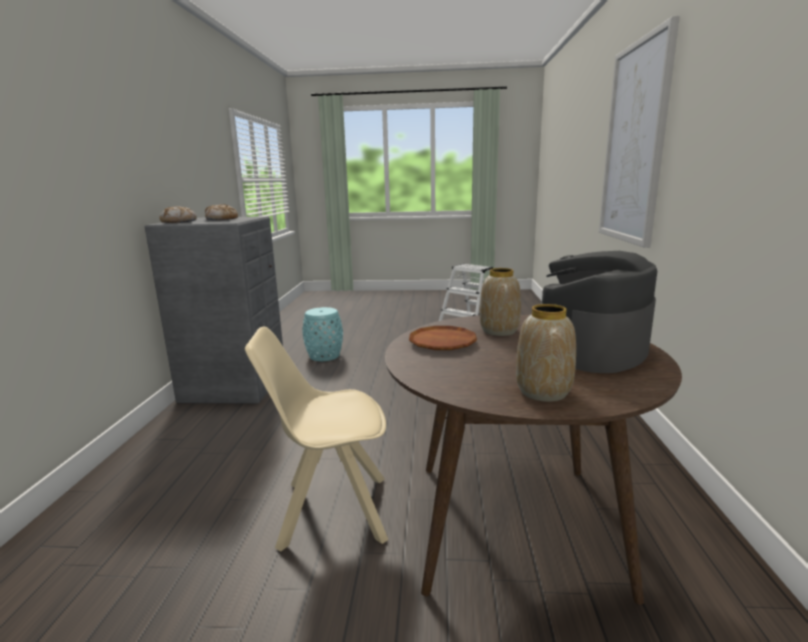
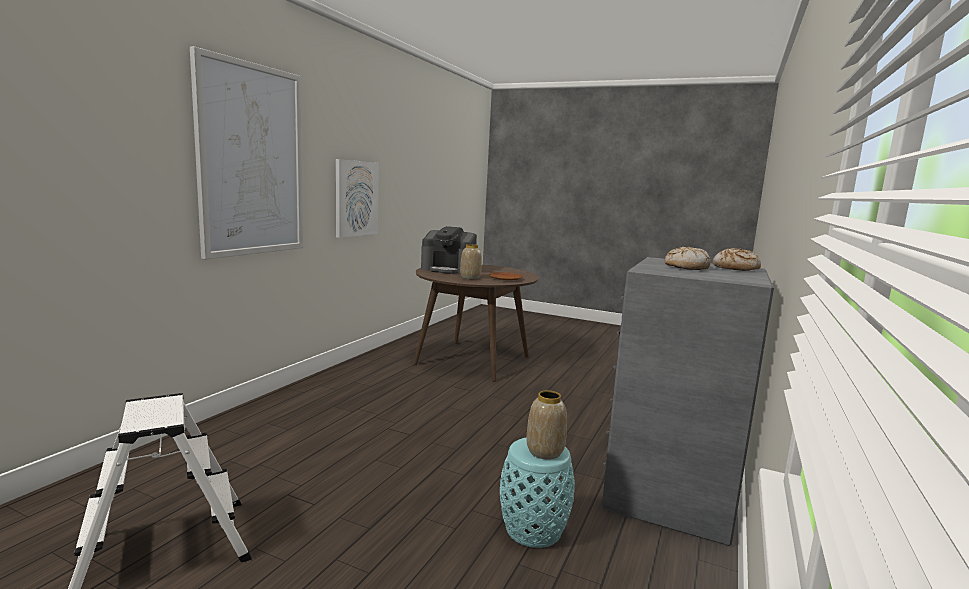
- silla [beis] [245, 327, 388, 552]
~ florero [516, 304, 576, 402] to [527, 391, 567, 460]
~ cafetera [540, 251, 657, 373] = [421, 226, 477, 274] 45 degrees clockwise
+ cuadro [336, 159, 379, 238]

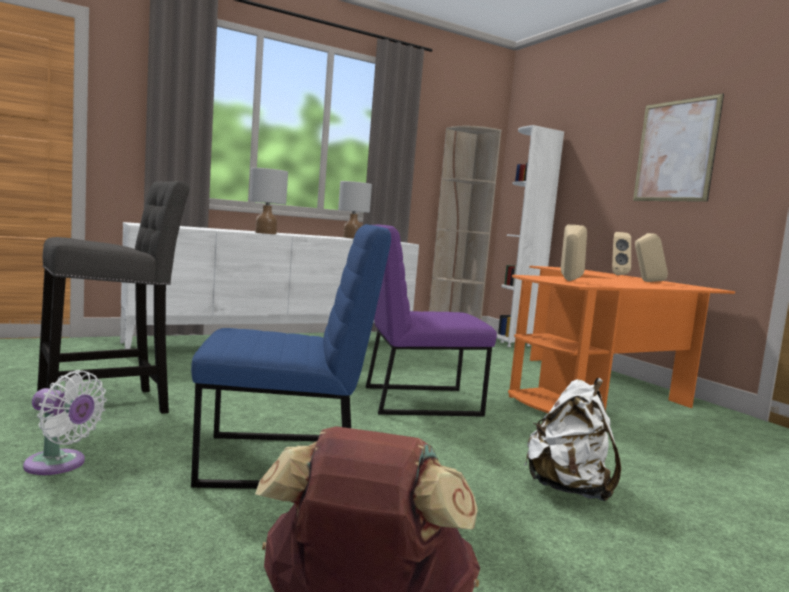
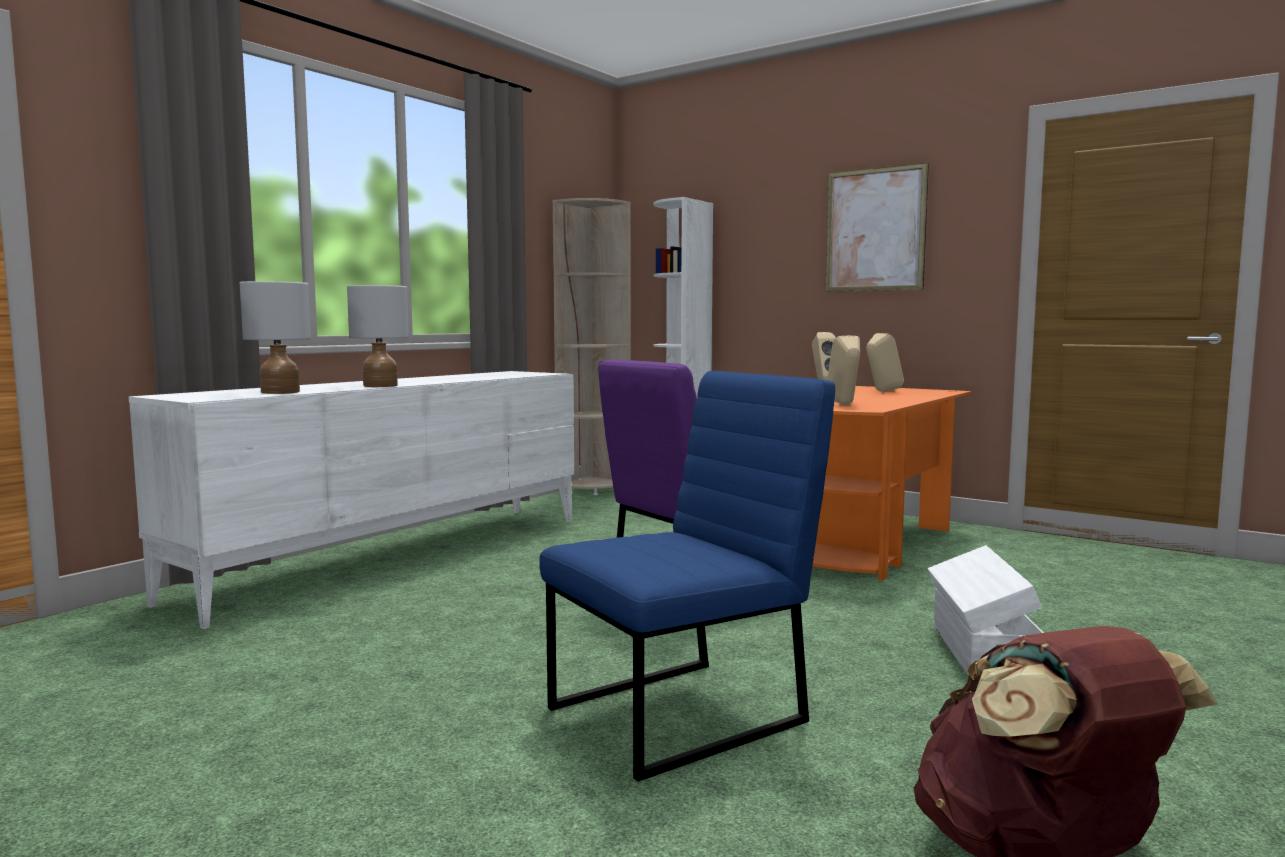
- ventilador [blanco] [23, 370, 107, 475]
- taburete [gris] [37, 181, 189, 421]
~ lámpara de mesa [gris] [338, 181, 372, 239] to [240, 281, 311, 394]
~ mochila [blanco] [524, 378, 621, 501] to caja de almacenaje [blanco] [928, 545, 1043, 676]

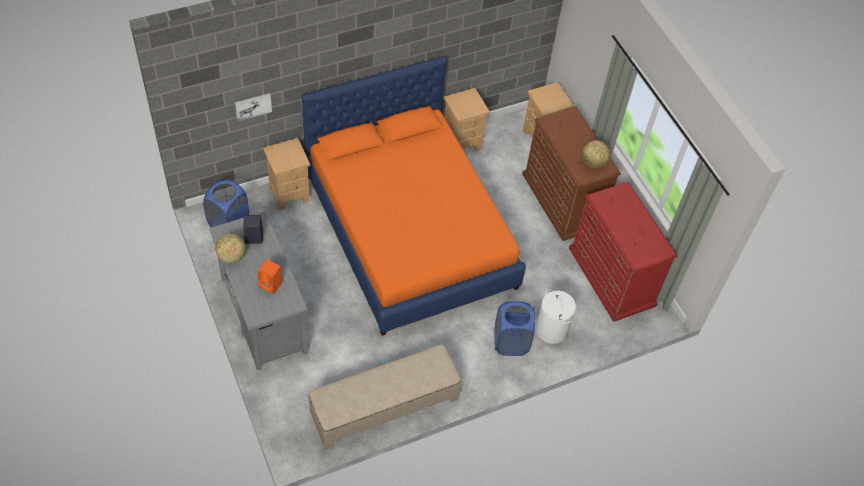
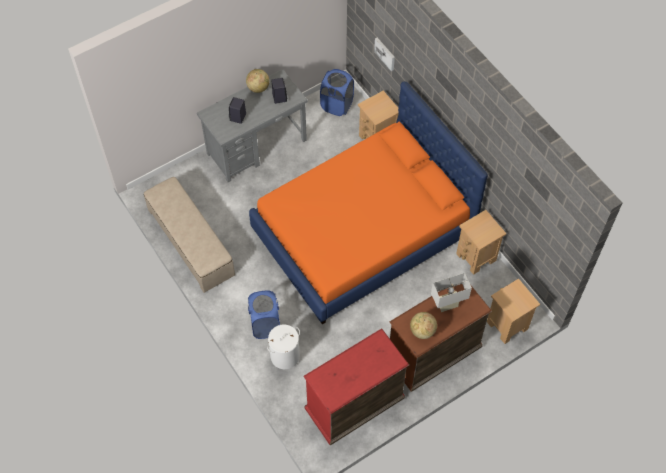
~ altavoz [naranja] [258, 259, 282, 294] to altavoz [negro] [229, 97, 246, 124]
+ lámpara de mesa [blanco] [431, 273, 472, 312]

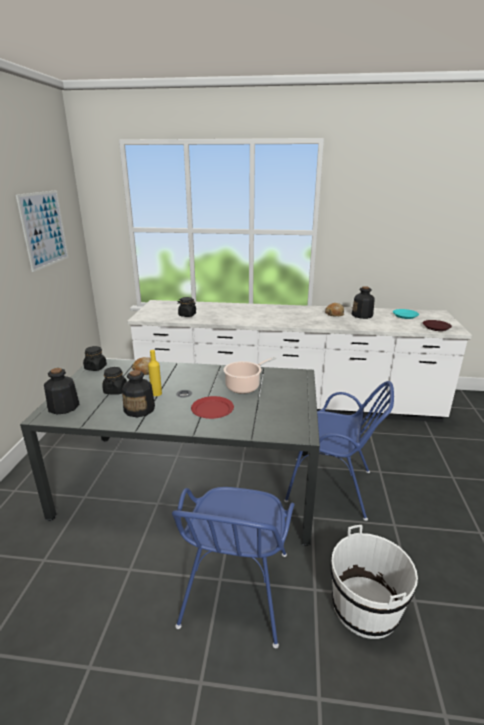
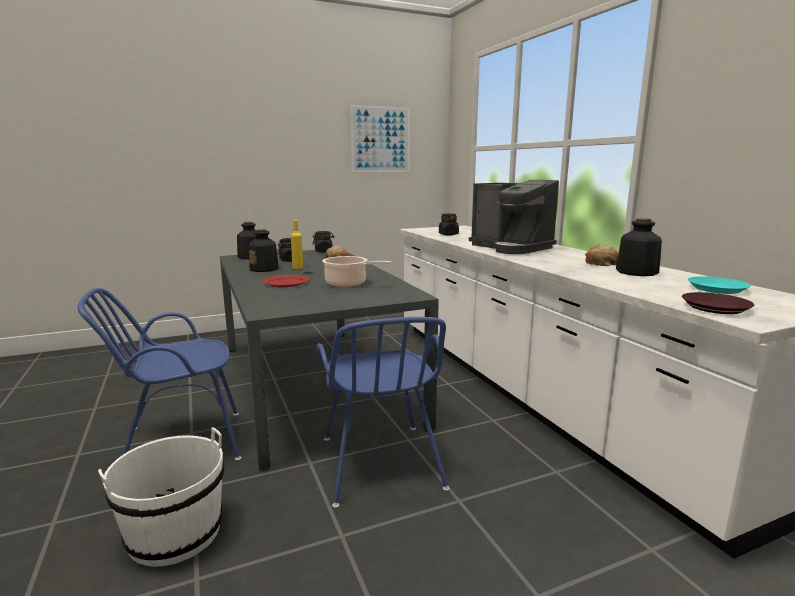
+ cafetera [469, 180, 559, 254]

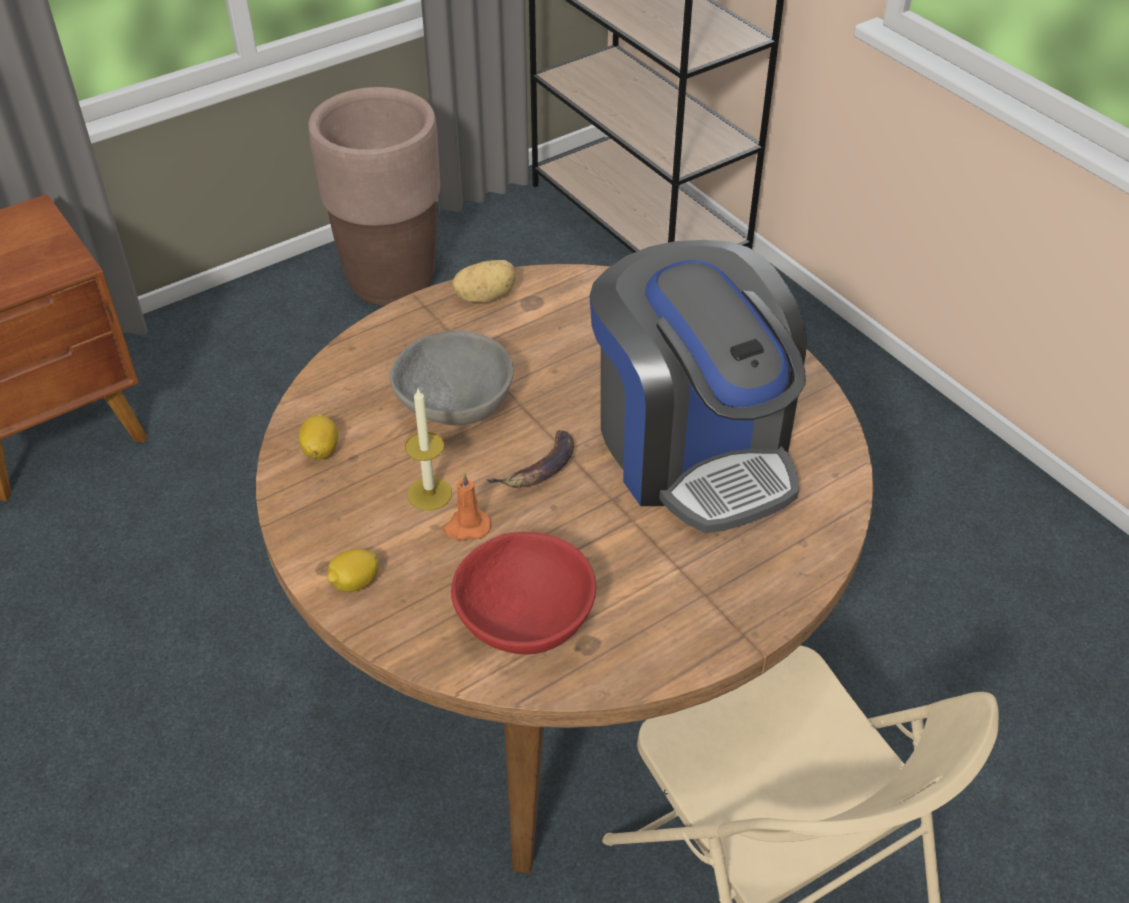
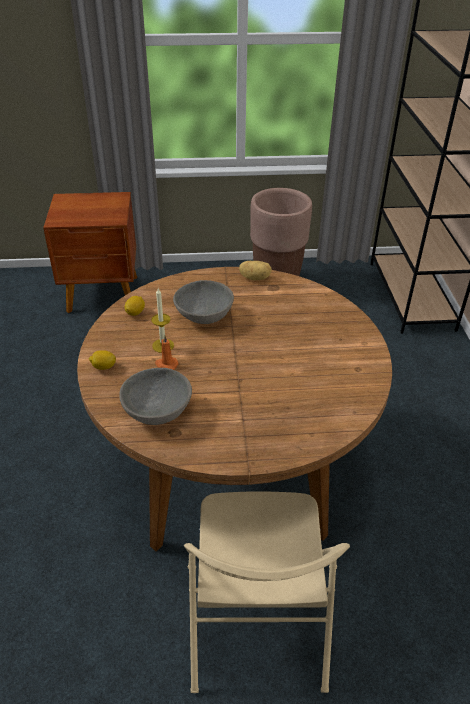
~ cuenco [rojo] [451, 532, 596, 655] to cuenco [gris] [119, 368, 192, 425]
- plátano [487, 430, 574, 488]
- cafetera [589, 240, 807, 533]

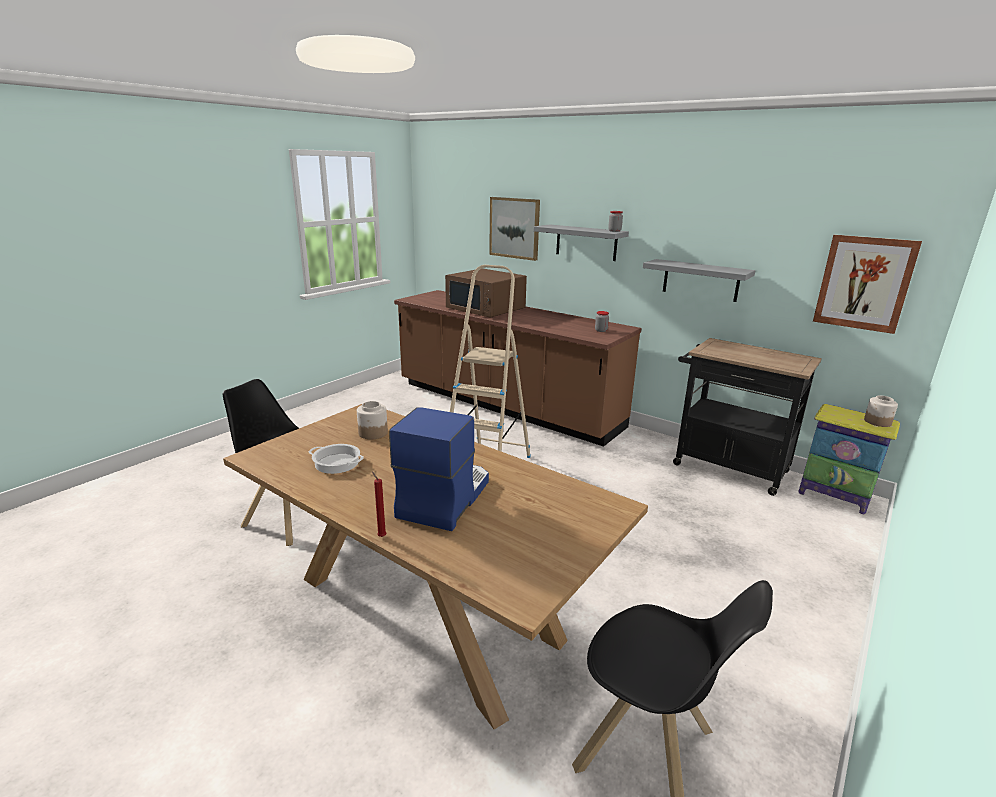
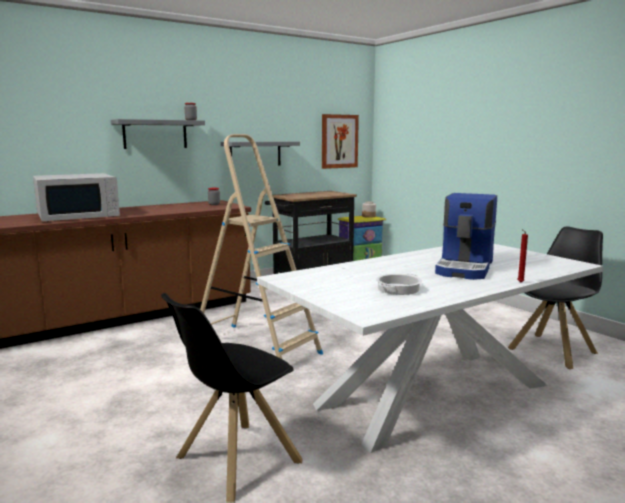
~ mesa de comedor [marrón] [223, 404, 648, 729] to mesa de comedor [blanco] [257, 244, 604, 453]
- tarro [357, 401, 388, 439]
~ cafetera [389, 407, 489, 531] = [435, 193, 497, 280] 105 degrees counterclockwise
~ microondas [marrón] [445, 268, 527, 318] to microondas [blanco] [33, 173, 120, 222]
- cuadro [489, 197, 540, 261]

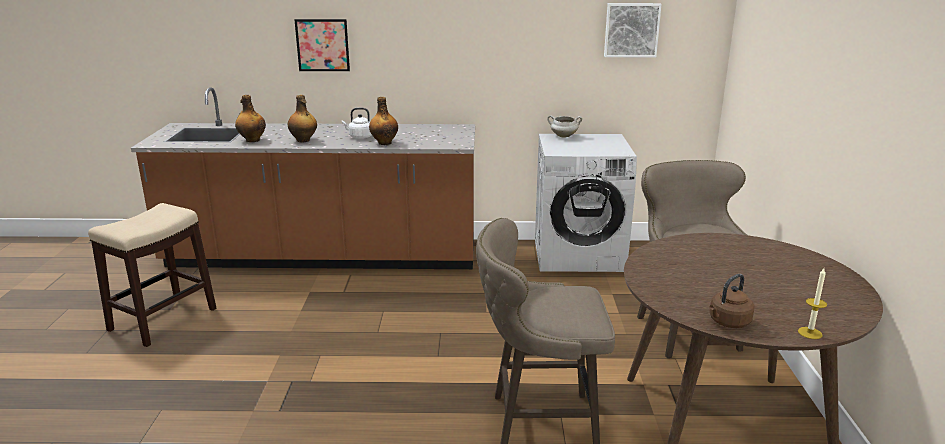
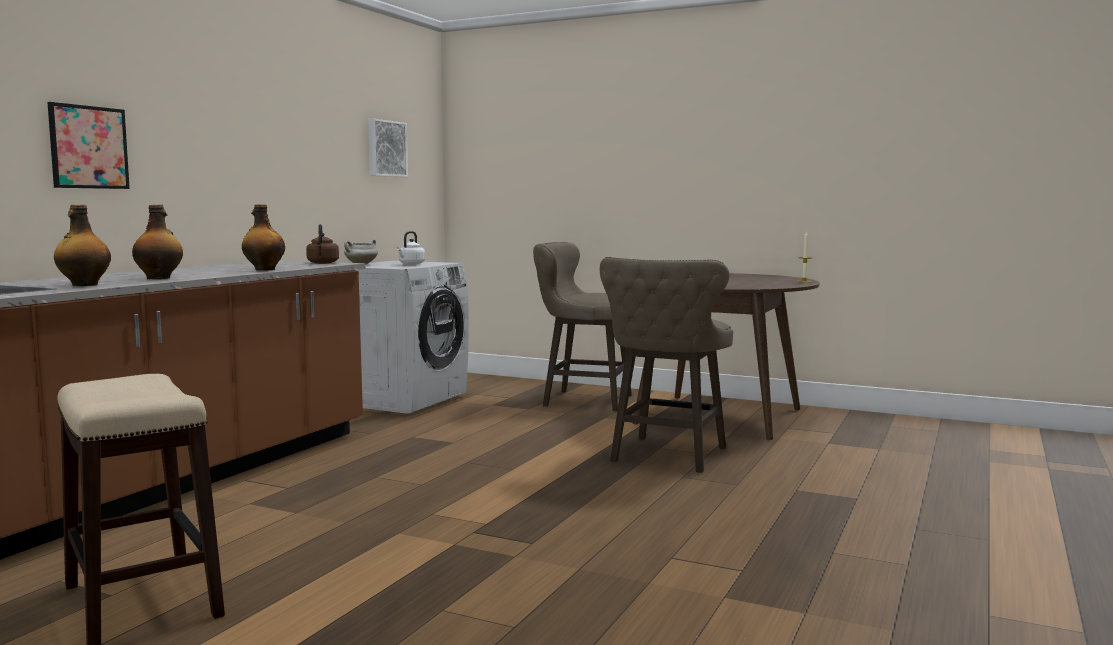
~ hervidor [blanco] [342, 108, 372, 139] to [397, 231, 425, 265]
~ hervidor [marrón] [709, 274, 755, 328] to [306, 224, 339, 264]

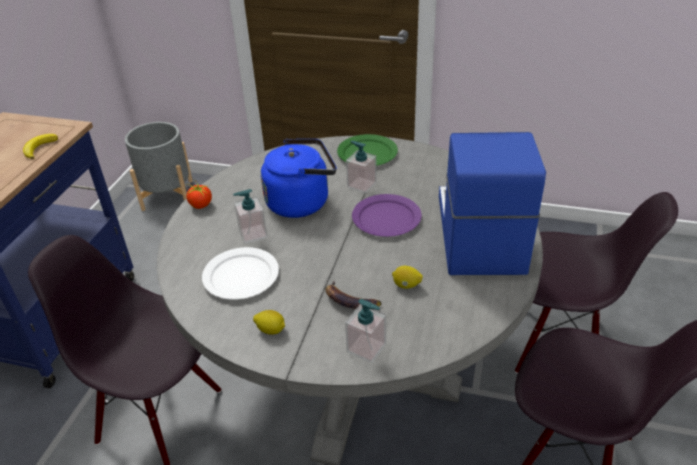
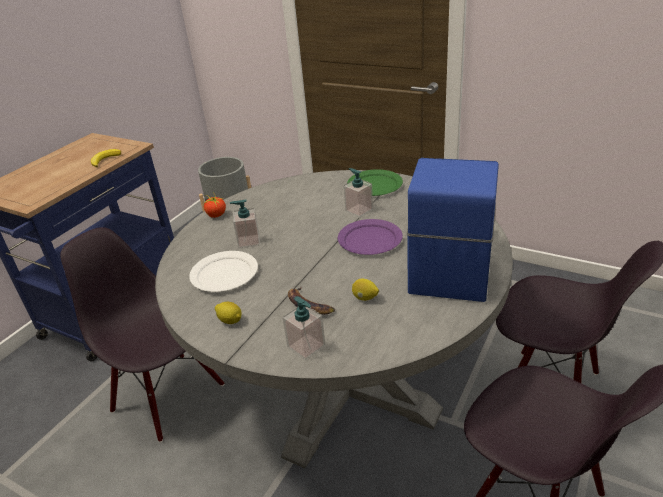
- hervidor [azul] [261, 139, 337, 218]

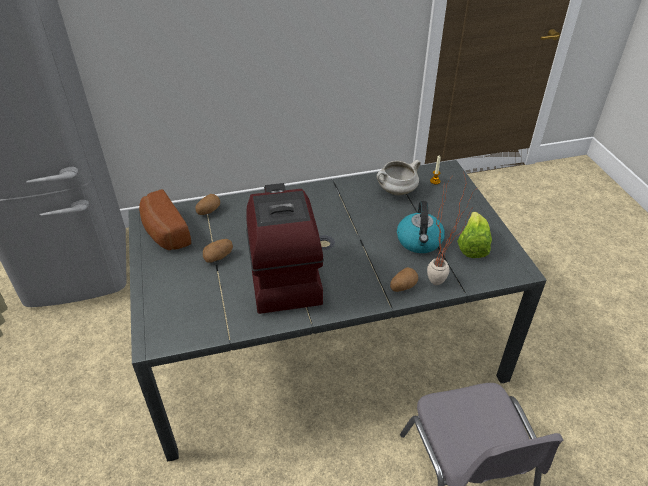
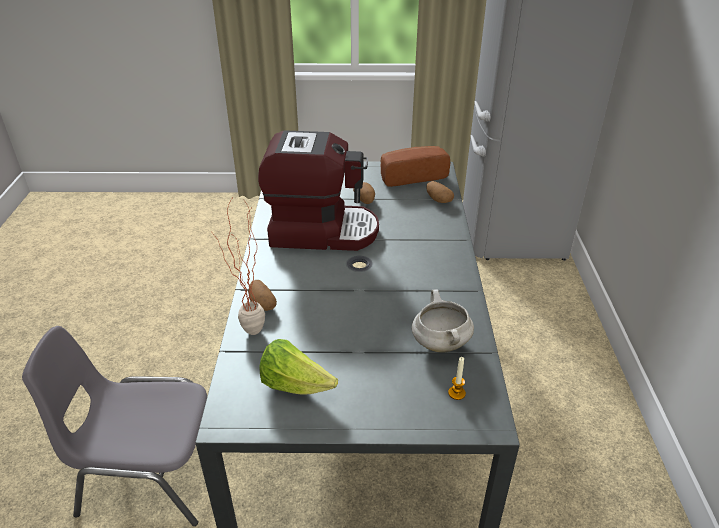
- hervidor [397, 201, 445, 253]

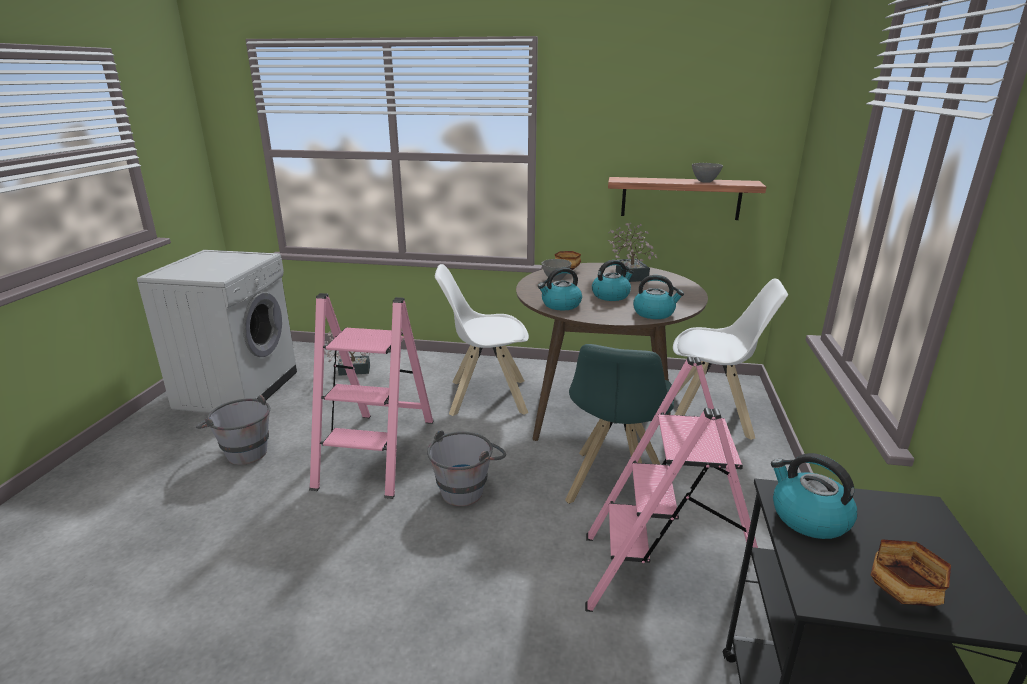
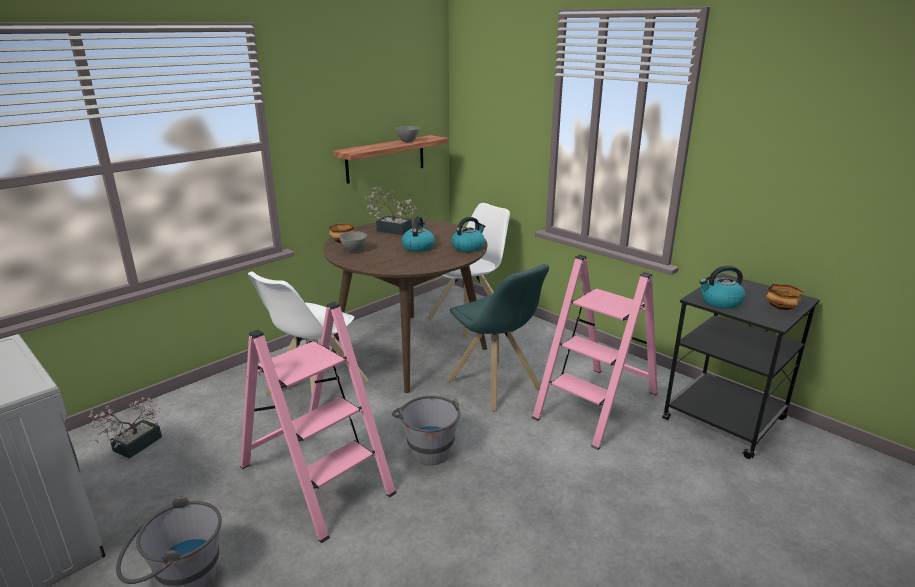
- hervidor [538, 268, 582, 310]

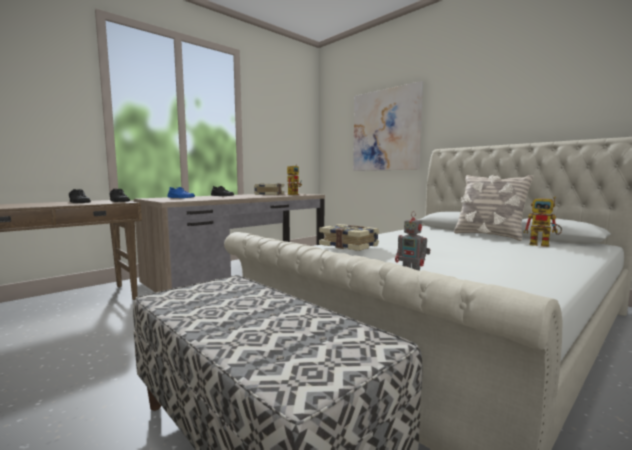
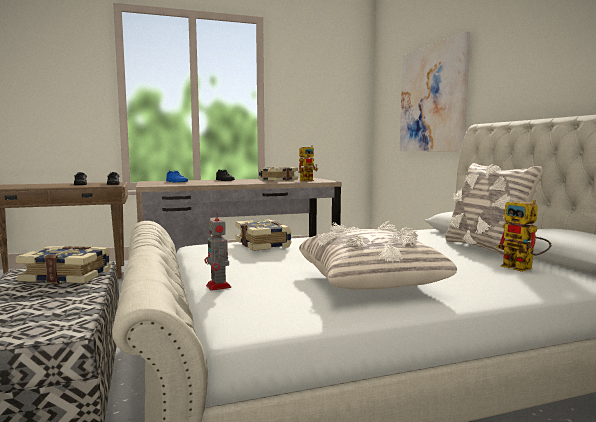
+ libro [16, 246, 111, 284]
+ cojín [beis] [299, 221, 457, 290]

